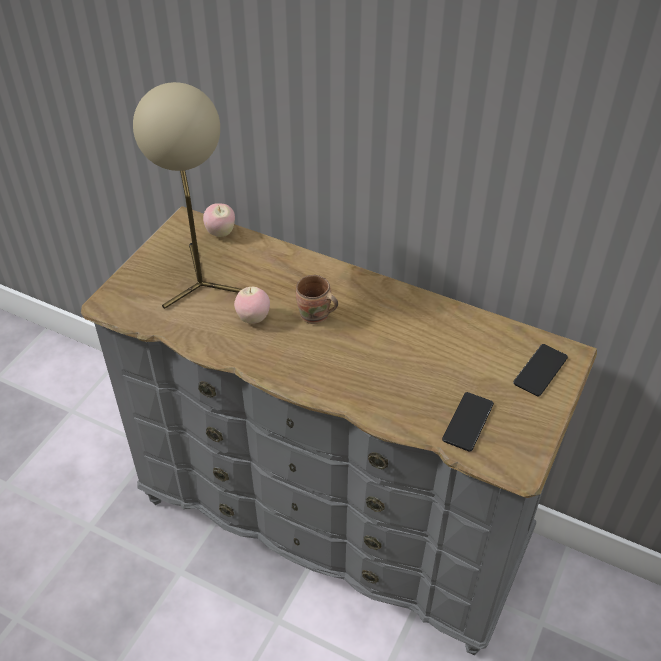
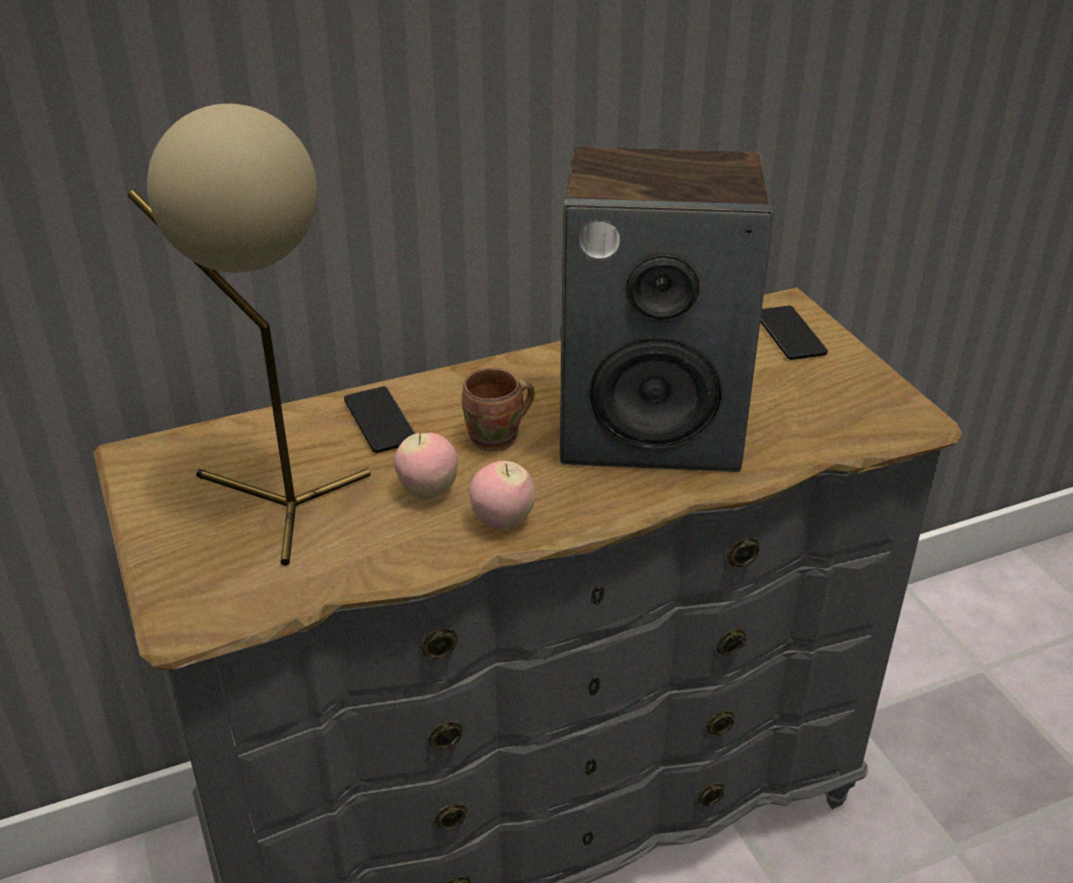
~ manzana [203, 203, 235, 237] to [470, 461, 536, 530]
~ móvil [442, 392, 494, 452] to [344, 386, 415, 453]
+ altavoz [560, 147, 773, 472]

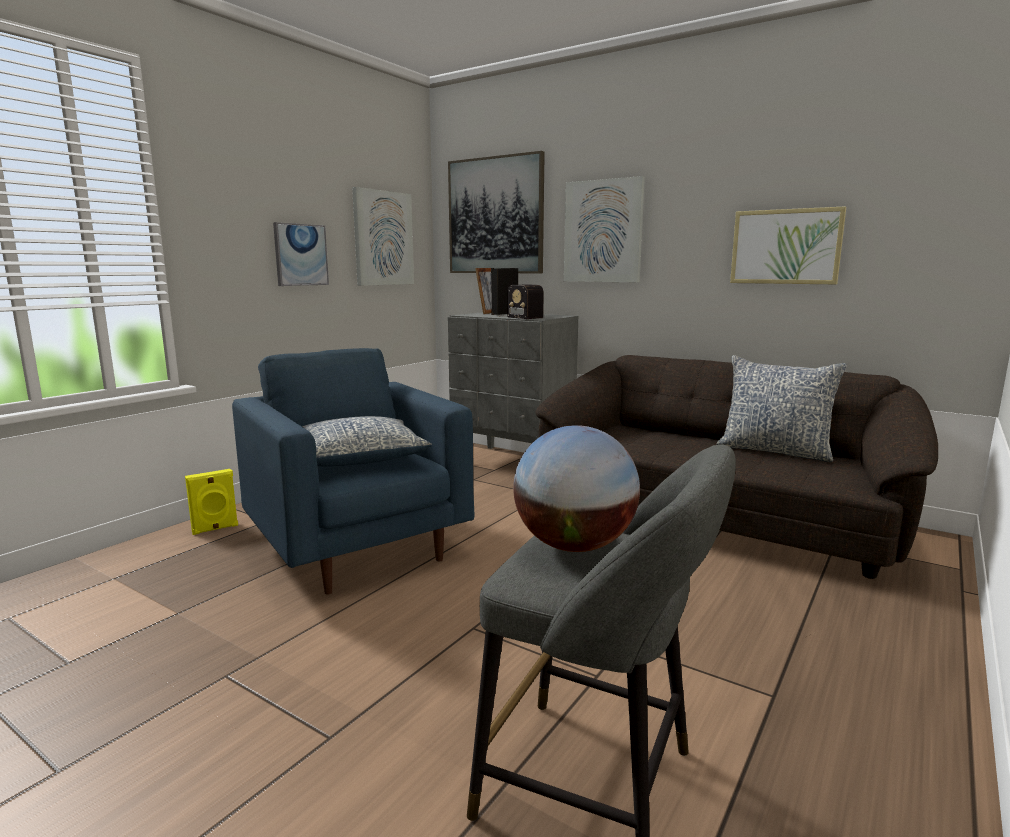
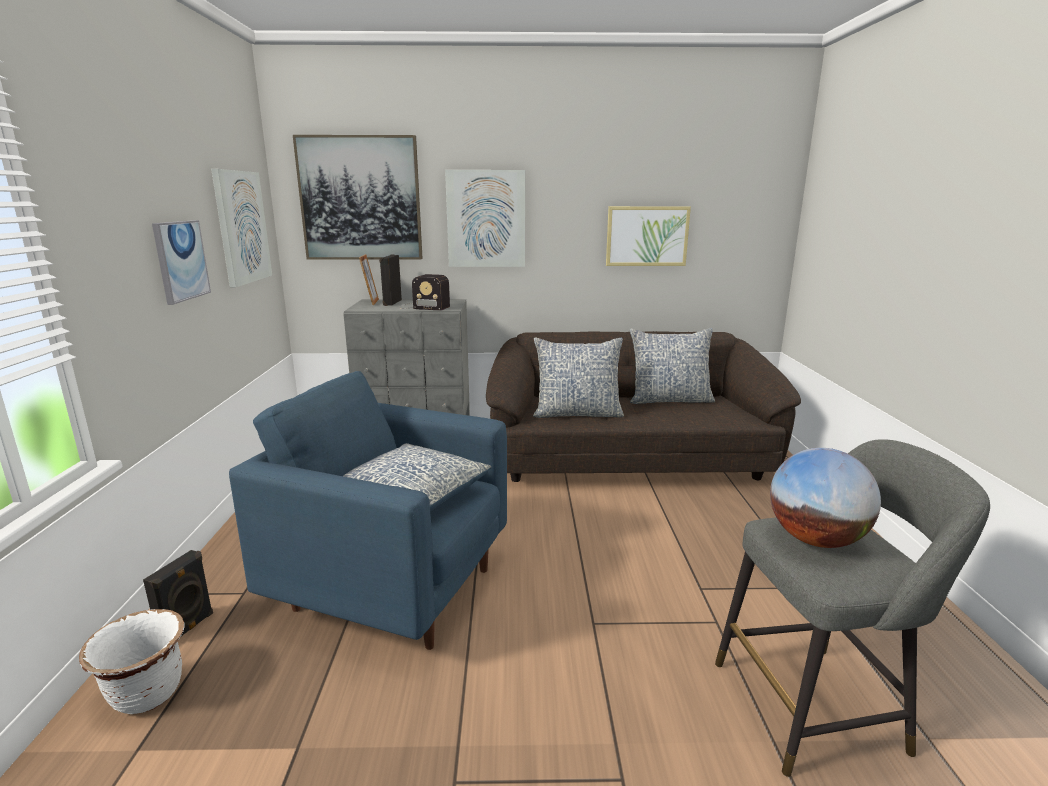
~ altavoz [amarillo] [185, 469, 238, 535] to altavoz [negro] [143, 550, 213, 636]
+ maceta [blanco] [79, 609, 185, 714]
+ cojín [533, 337, 624, 418]

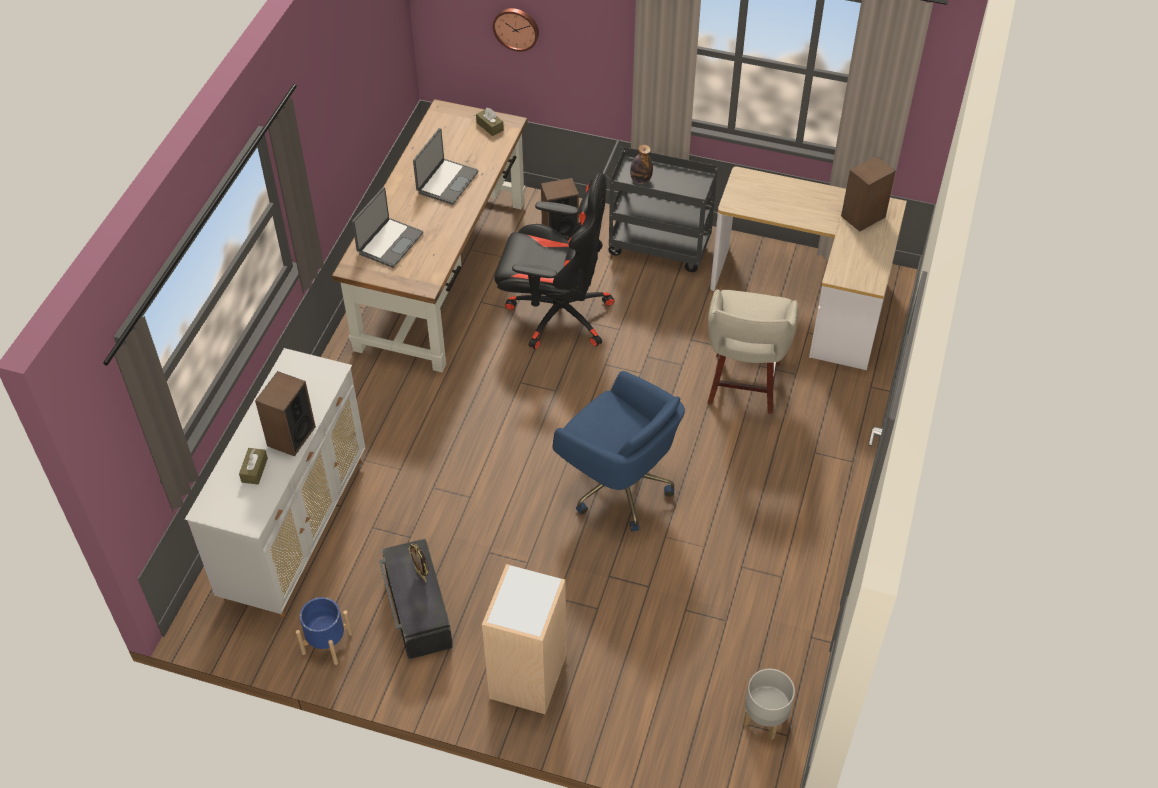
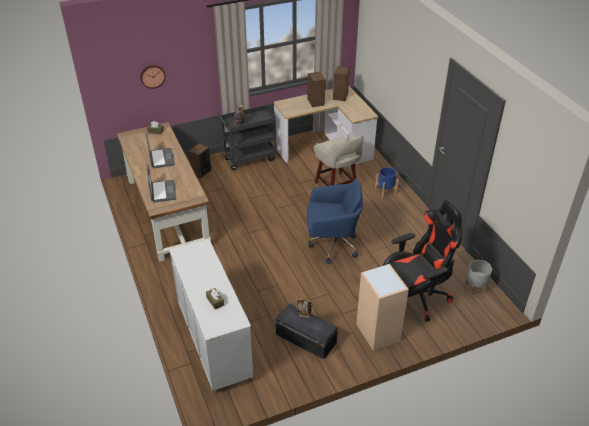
~ altavoz [255, 371, 316, 456] to [308, 72, 325, 107]
~ maceta [azul] [296, 597, 353, 665] to [375, 167, 399, 198]
~ silla de oficina [negro] [494, 172, 614, 349] to [383, 200, 462, 322]

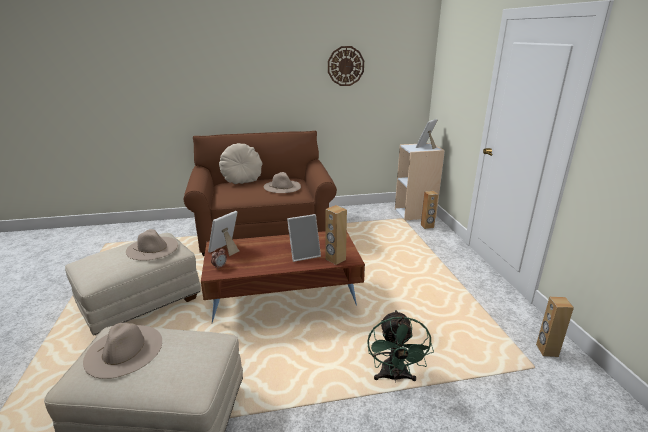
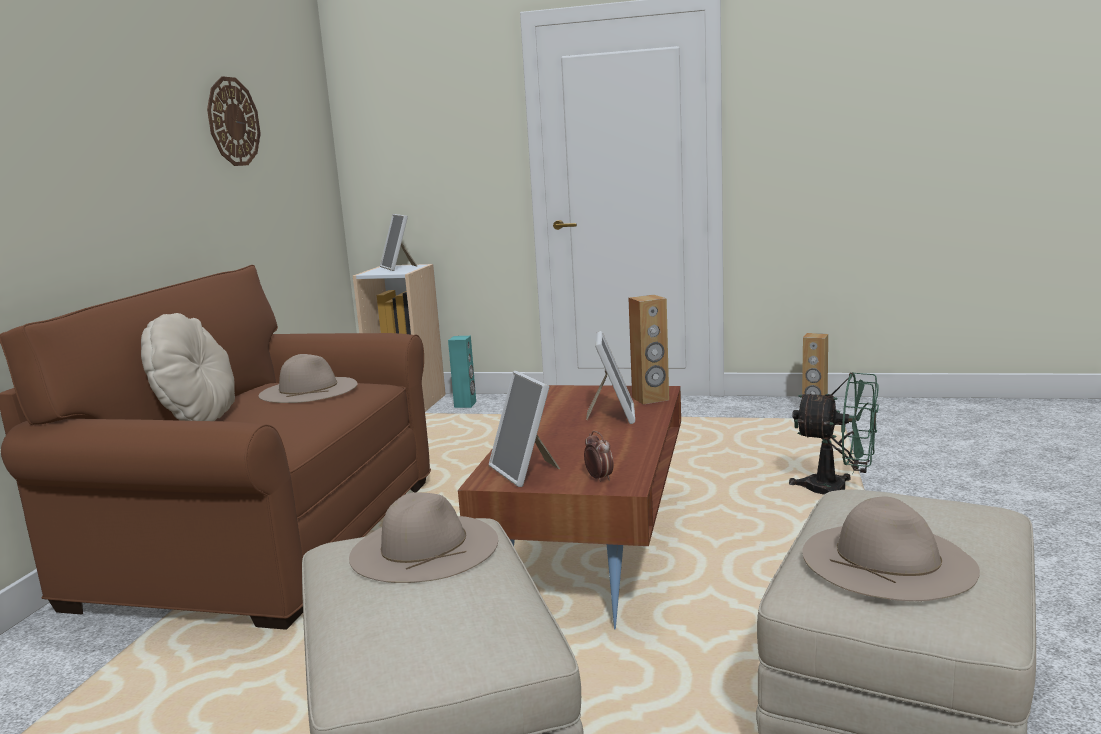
~ altavoz [marrón] [421, 191, 438, 229] to altavoz [turquesa] [448, 336, 476, 408]

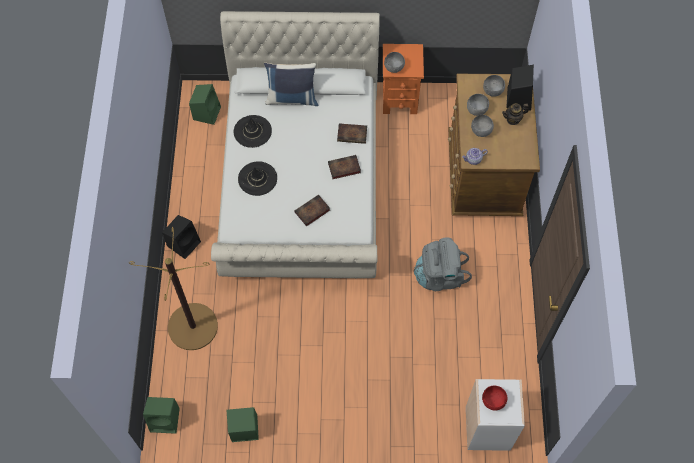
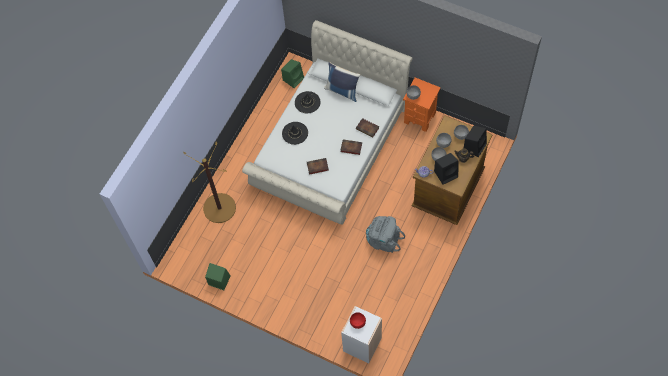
- altavoz [verde] [143, 397, 180, 434]
~ altavoz [negro] [162, 215, 201, 259] to [434, 153, 459, 185]

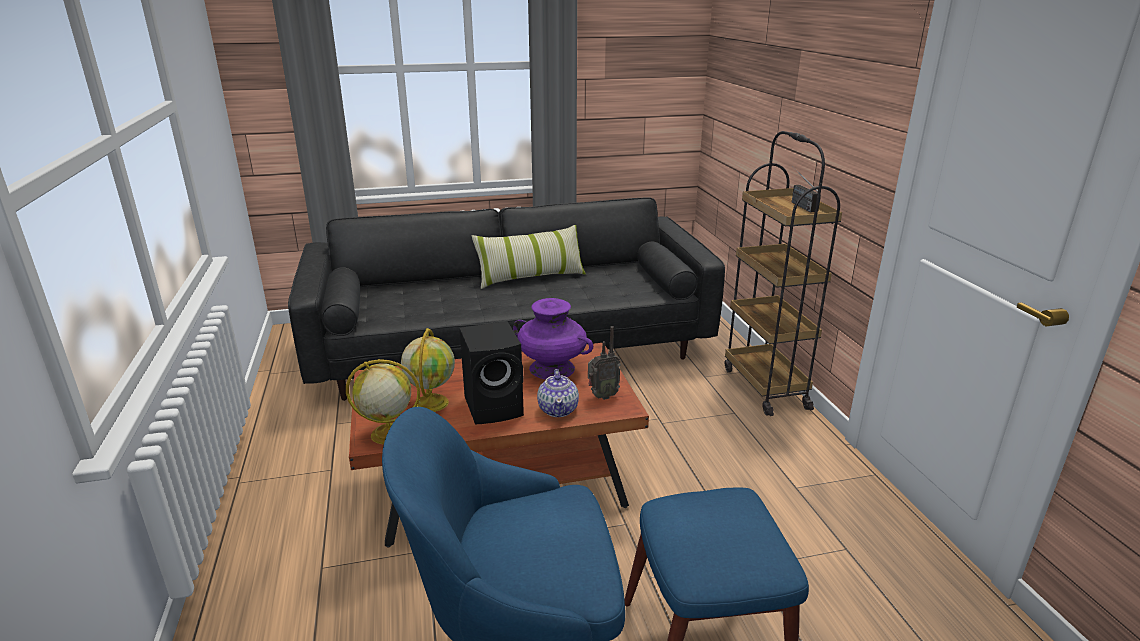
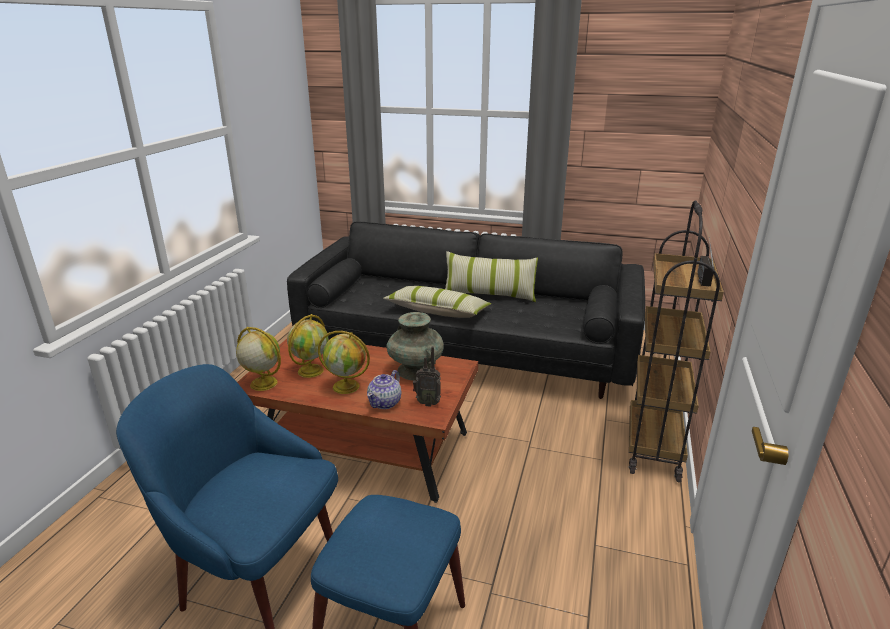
~ altavoz [negro] [459, 321, 524, 425] to globo terráqueo [318, 331, 370, 394]
~ florero [morado] [513, 298, 593, 380] to florero [turquesa] [386, 312, 444, 381]
+ cojín [383, 286, 491, 318]

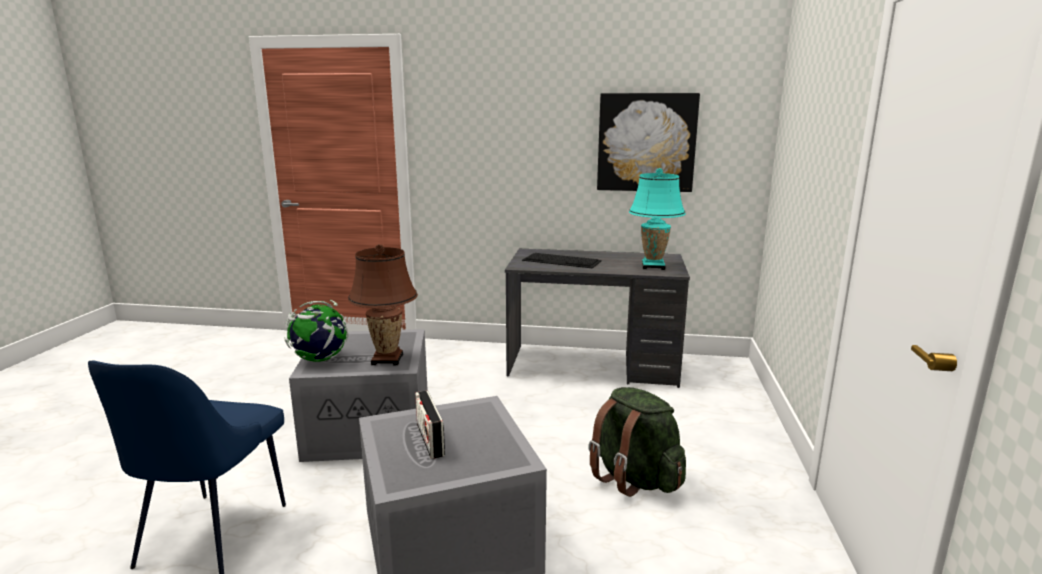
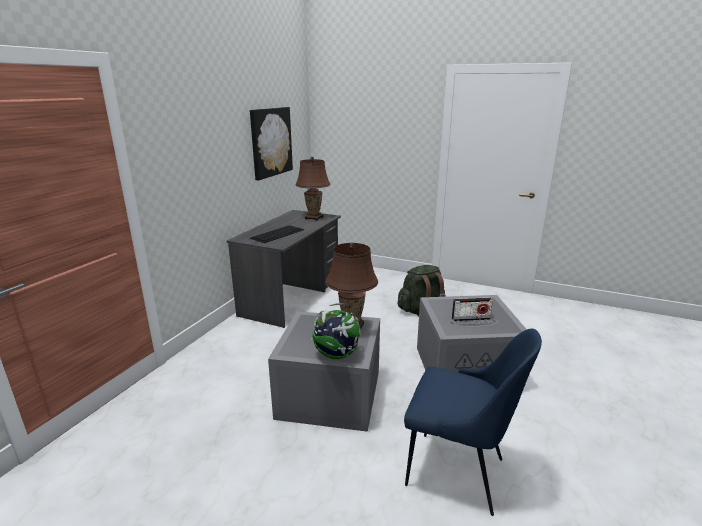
~ lámpara de mesa [turquesa] [629, 168, 686, 270] to lámpara de mesa [marrón] [296, 157, 330, 221]

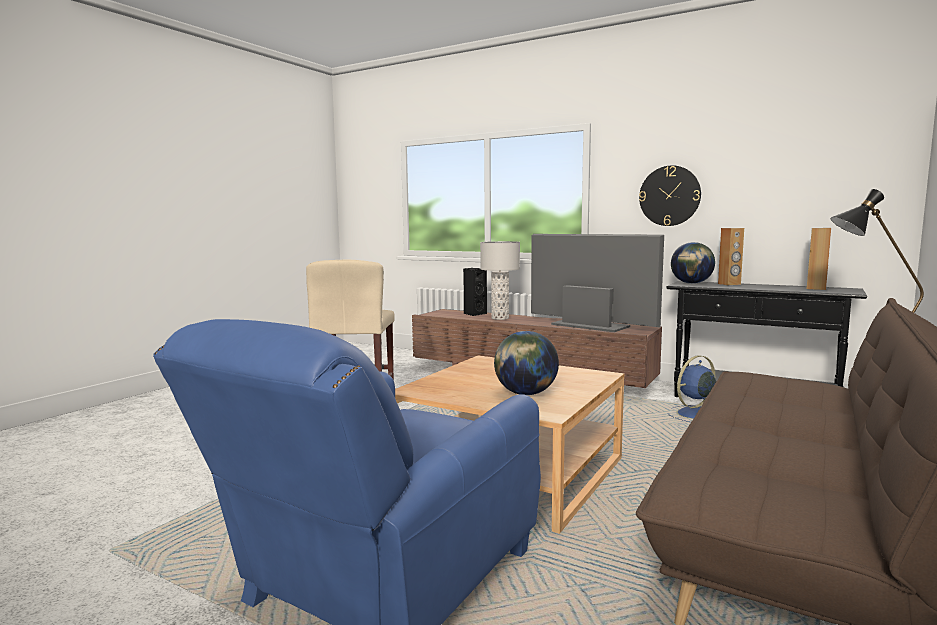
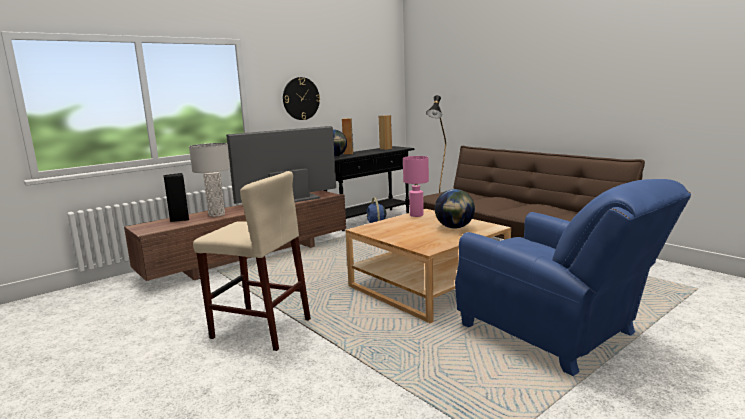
+ lámpara de mesa [rosa] [403, 156, 429, 217]

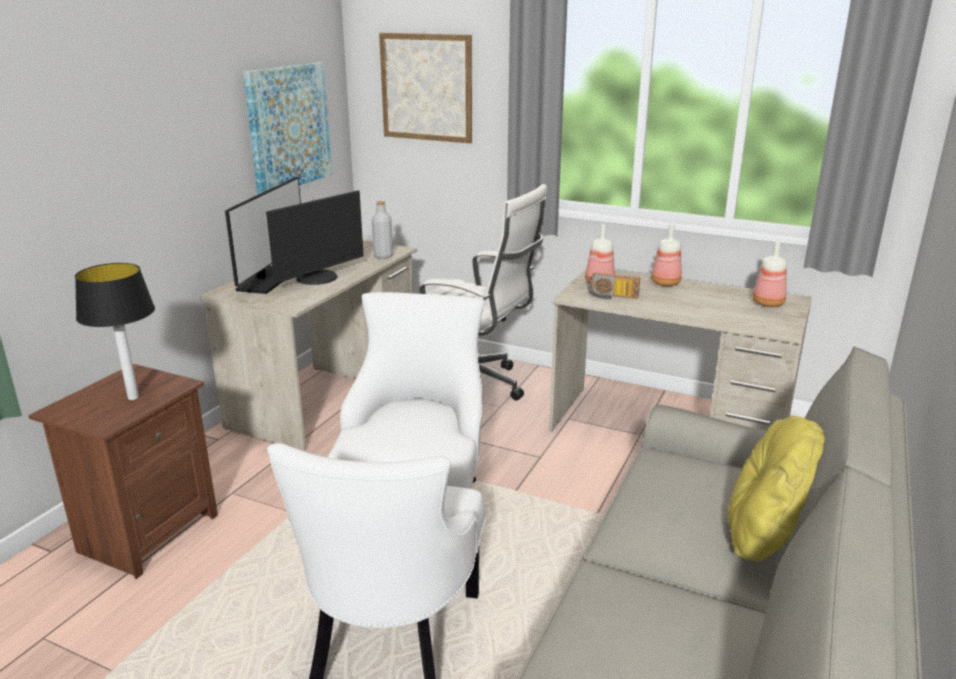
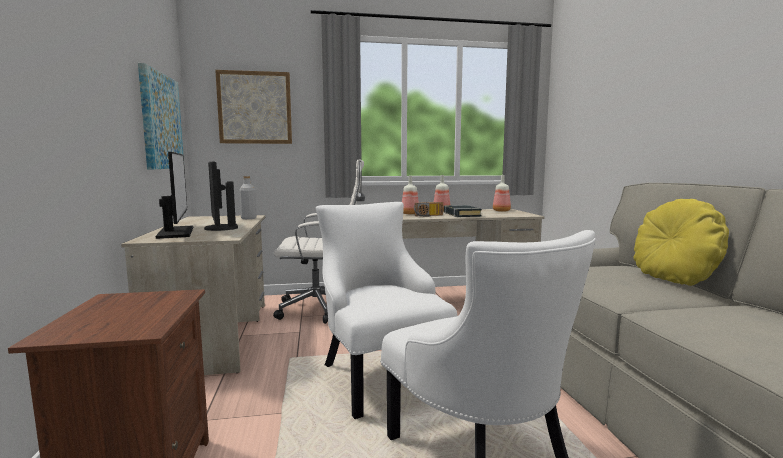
- lámpara de mesa [75, 263, 155, 400]
~ monitor [266, 190, 364, 285] = [204, 162, 238, 231] 150 degrees clockwise
+ libro [negro] [444, 205, 482, 217]

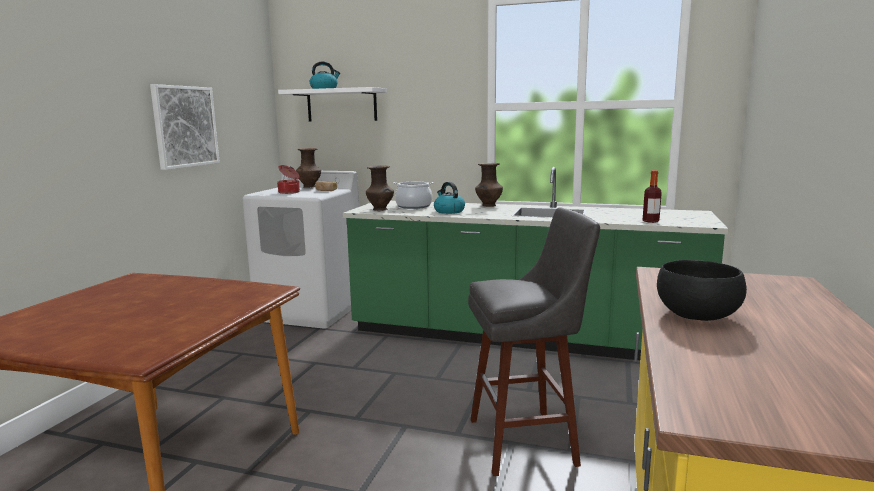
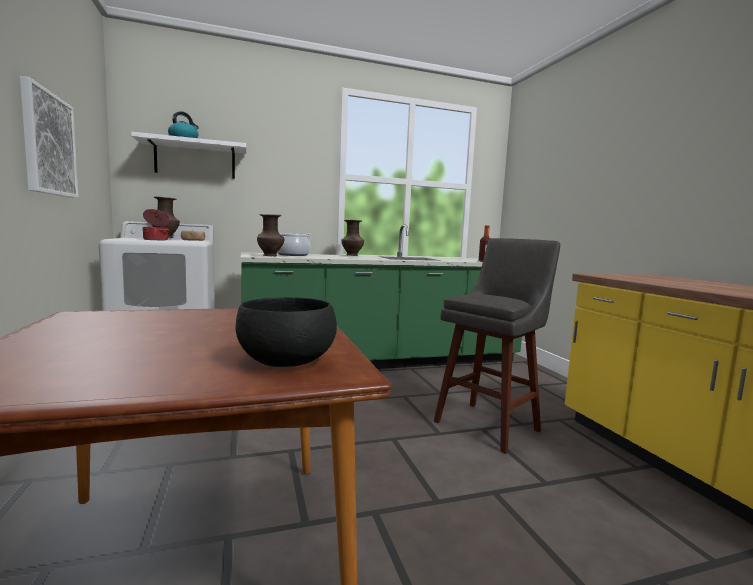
- hervidor [434, 182, 465, 214]
~ cuenco [negro] [657, 260, 747, 321] to [235, 297, 337, 367]

